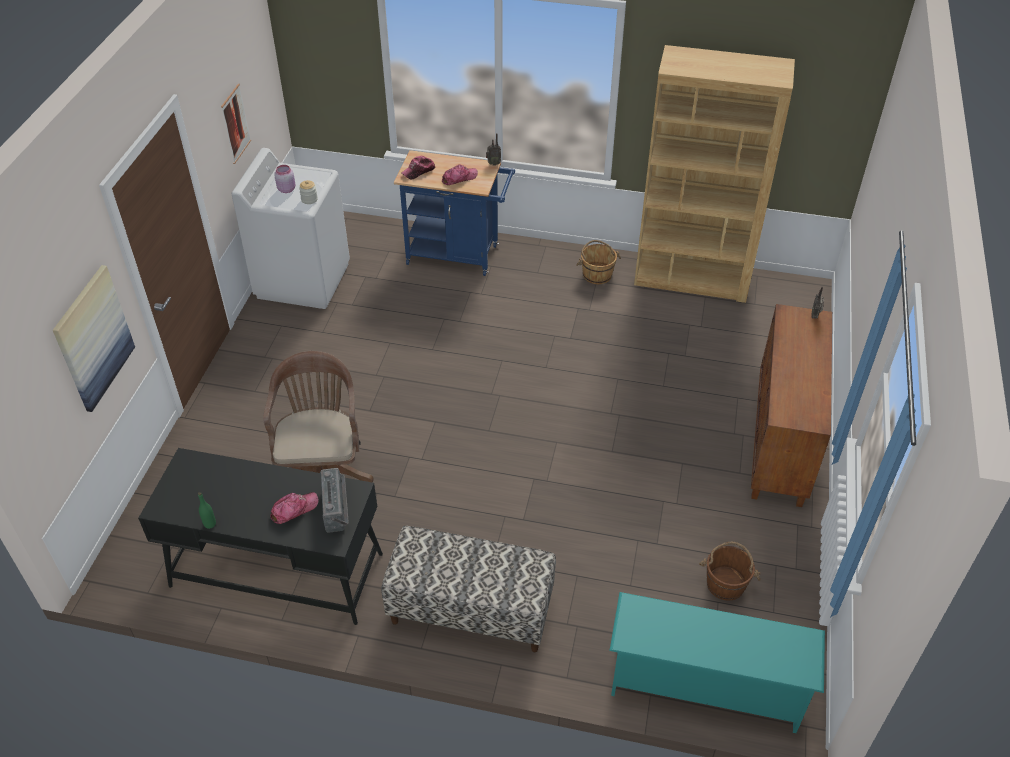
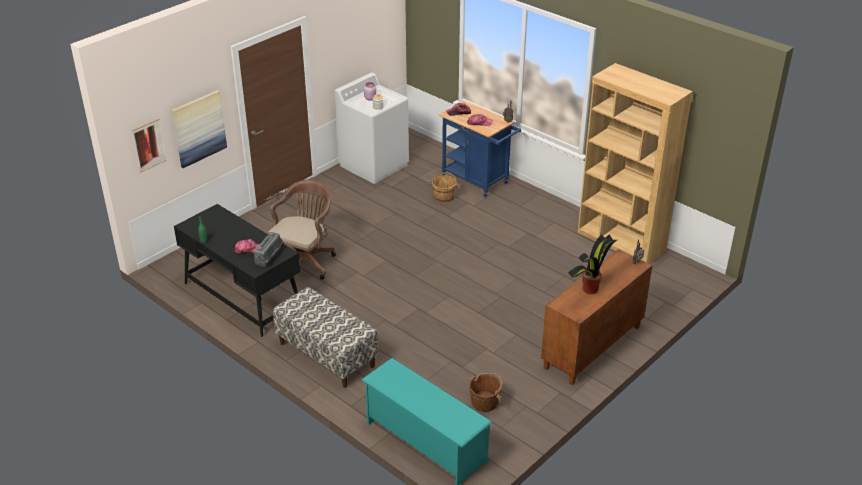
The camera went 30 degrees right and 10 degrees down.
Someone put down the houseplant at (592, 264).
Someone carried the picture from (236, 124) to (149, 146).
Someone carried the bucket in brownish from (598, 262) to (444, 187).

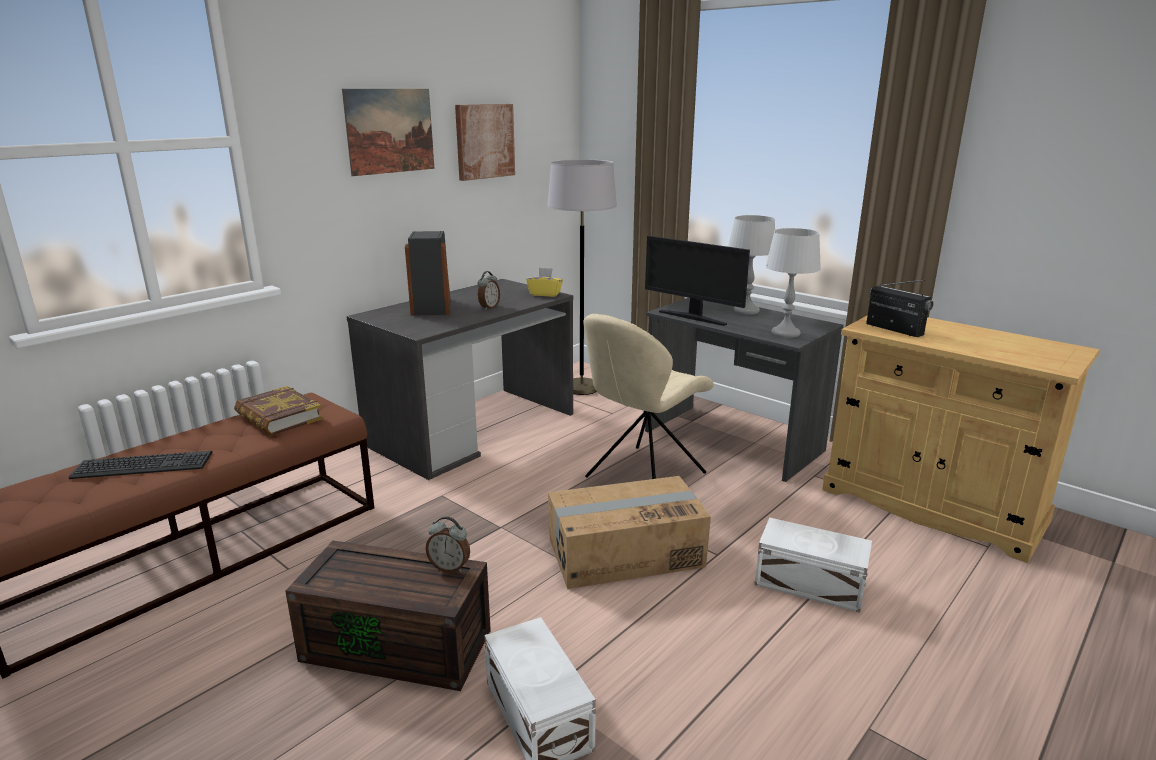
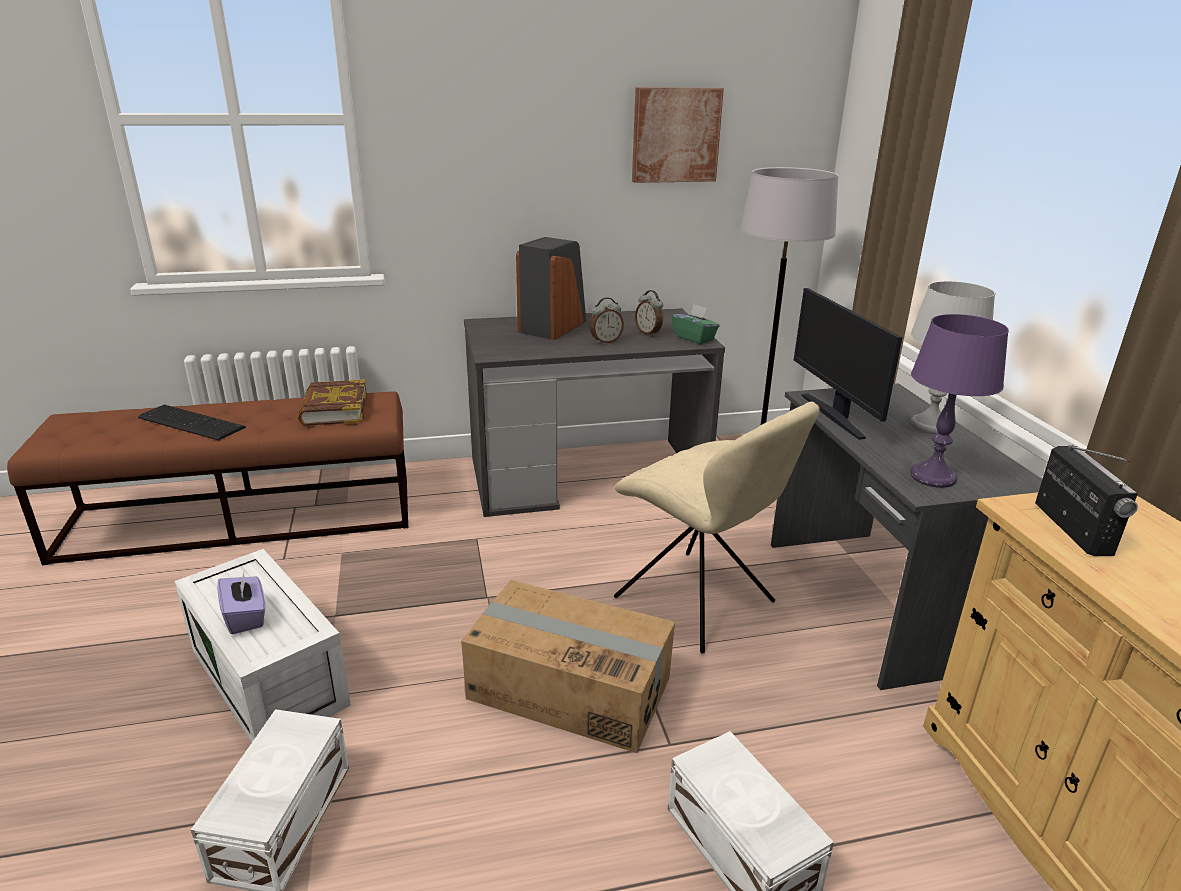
The camera went 35 degrees right and 5 degrees up.
Someone took away the picture at (388, 132).
Someone put down the box of tissues in purple at (241, 603).
Someone carried the bedside clock from (448, 544) to (649, 313).
Someone repainted the storage bin in brownish at (388, 616), which became the storage bin in white at (262, 646).
Someone repainted the box of tissues in yellowish at (544, 282), which became the box of tissues in green-coloured at (696, 324).
Someone repainted the lamp for a table in grey at (793, 283), which became the lamp for a table in purple at (959, 401).
Someone rotated the upright chair in sand-coloured at (648, 396) by 120 degrees counterclockwise.

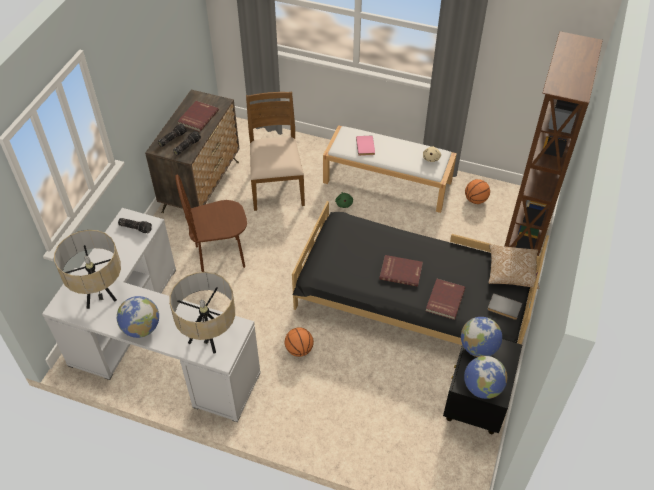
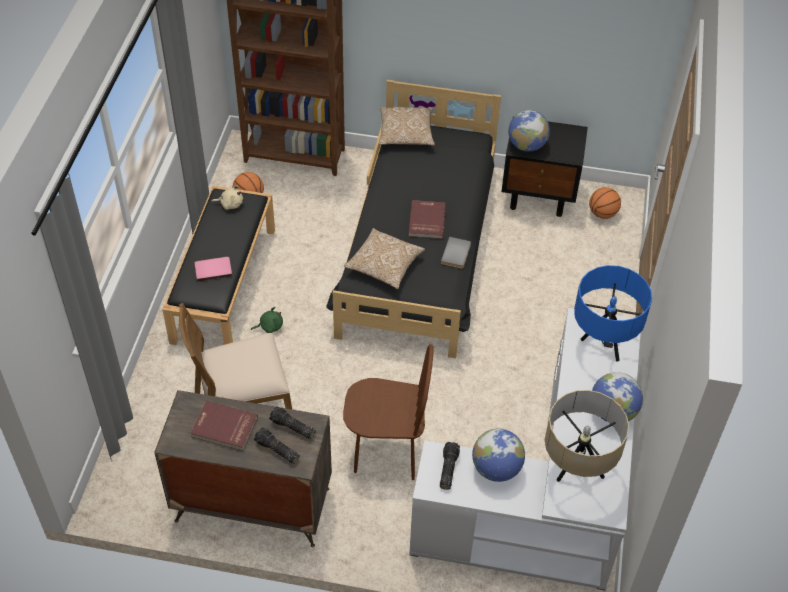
The camera went 100 degrees left and 0 degrees up.
Someone took away the book in red at (445, 299).
Someone put down the throw pillow at (384, 258).
Someone carried the basketball from (299, 342) to (605, 203).
Someone carried the desk globe from (485, 377) to (498, 455).
Someone carried the book in grey from (504, 306) to (456, 253).
Someone repainted the lamp for a table in sand-coloured at (202, 312), which became the lamp for a table in blue-coloured at (613, 313).
Someone repainted the long seat in white at (390, 169), which became the long seat in black-coloured at (218, 265).
Someone rotated the upright chair in brownish at (211, 223) by 60 degrees counterclockwise.

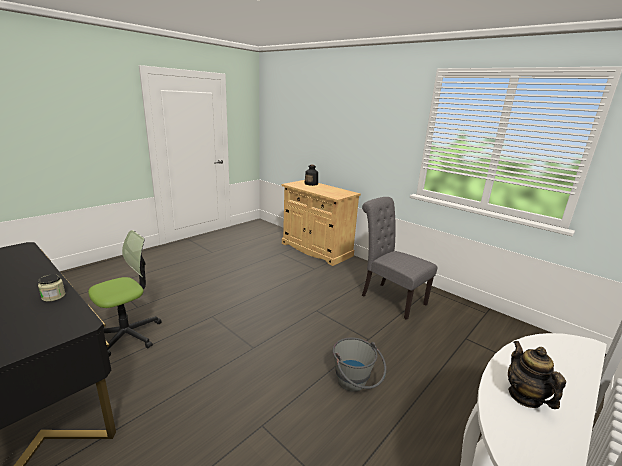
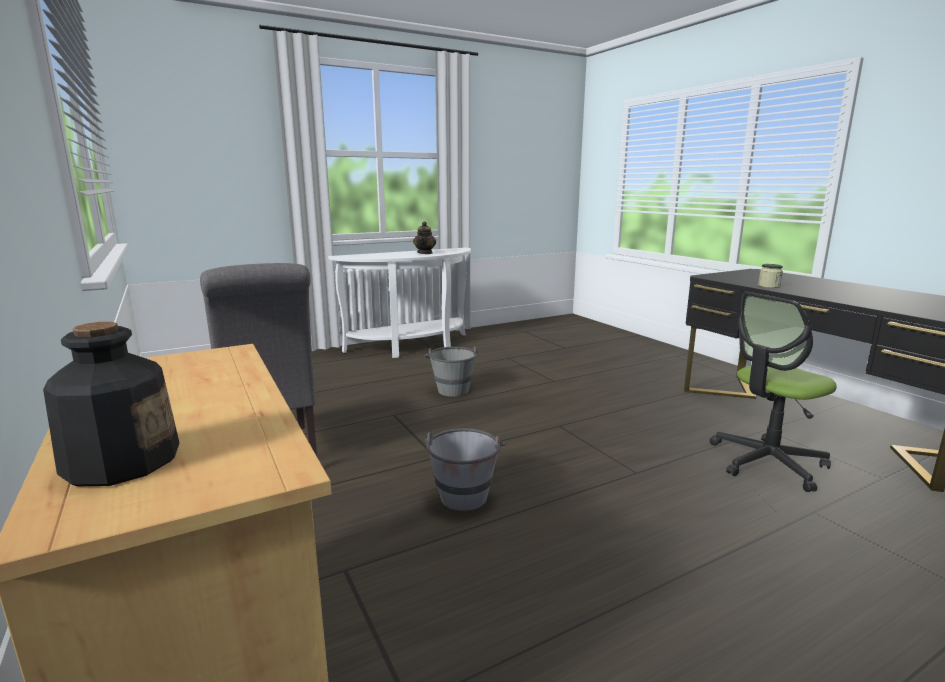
The camera went 160 degrees left and 5 degrees down.
Someone put down the bucket in grey at (465, 469).

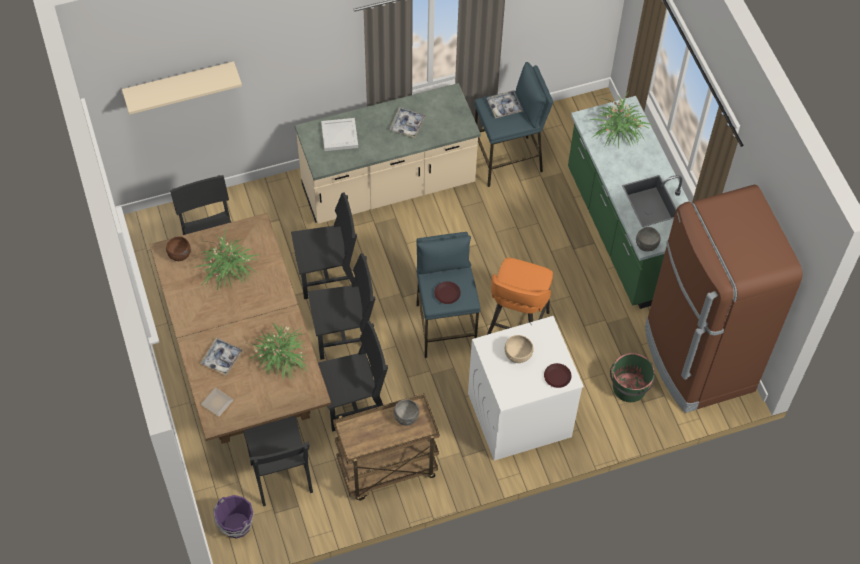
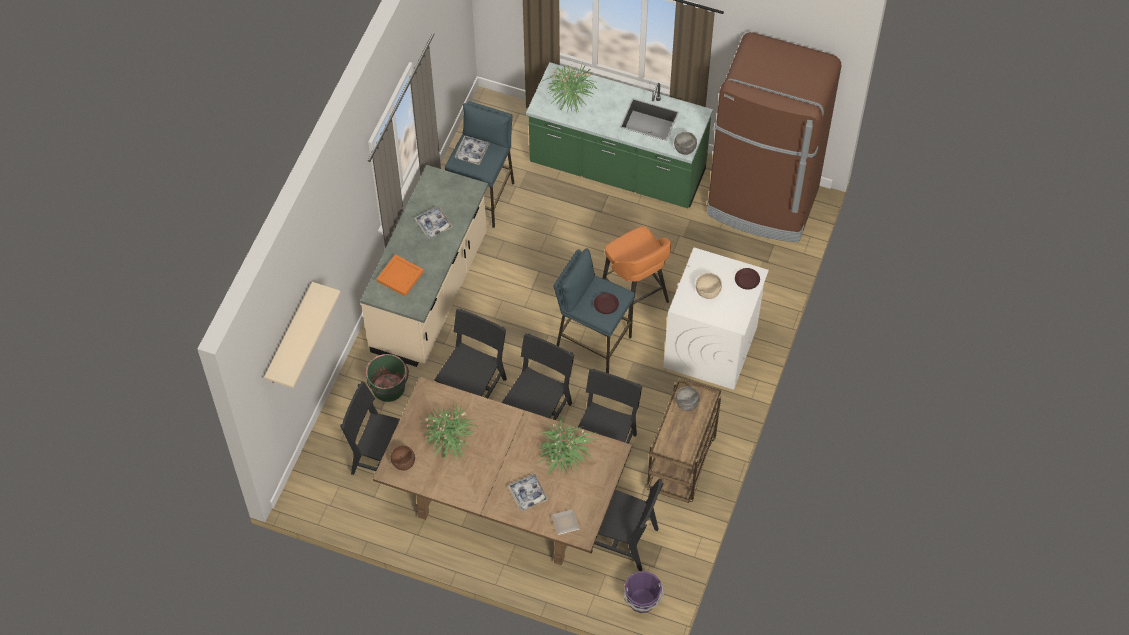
The camera went 50 degrees left and 0 degrees up.
Someone carried the bucket in green-coloured from (632, 377) to (387, 378).
Someone repainted the carrying tray in white at (339, 134), which became the carrying tray in orangey at (400, 275).

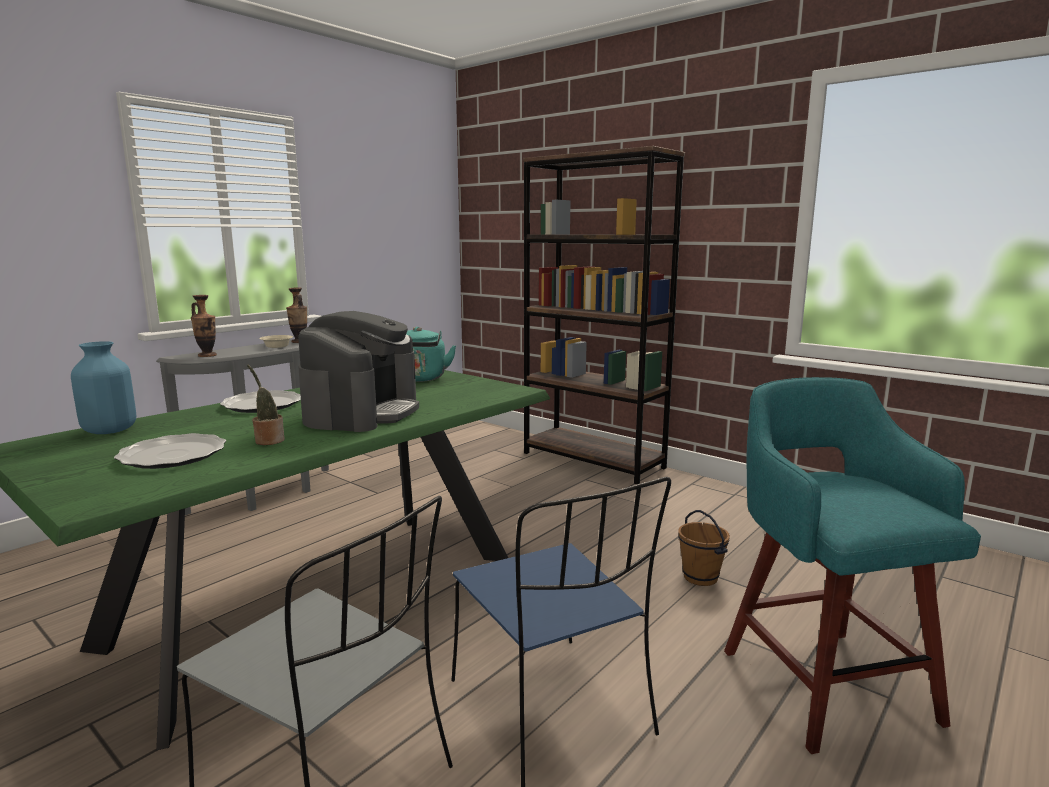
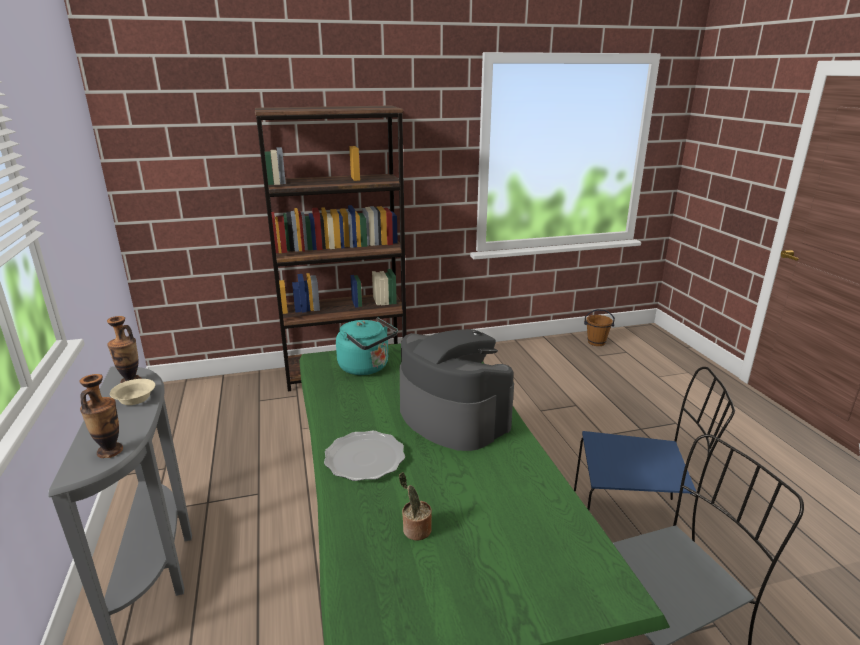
The camera went 55 degrees left and 10 degrees up.
Someone took away the vase in blue-coloured at (103, 387).
Someone took away the dinner plate at (170, 451).
Someone took away the sitting stool in turquoise at (852, 565).
Someone carried the houseplant from (266, 405) to (415, 506).
Someone carried the bucket in brownish from (704, 548) to (599, 327).

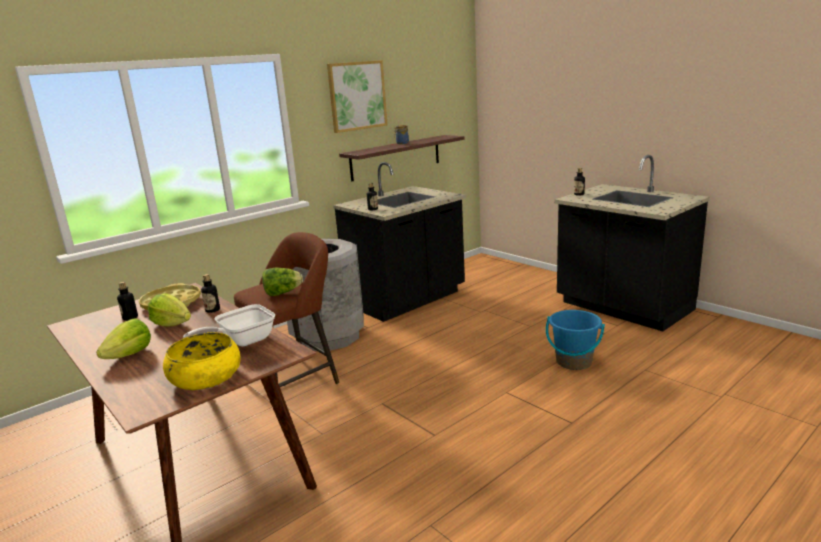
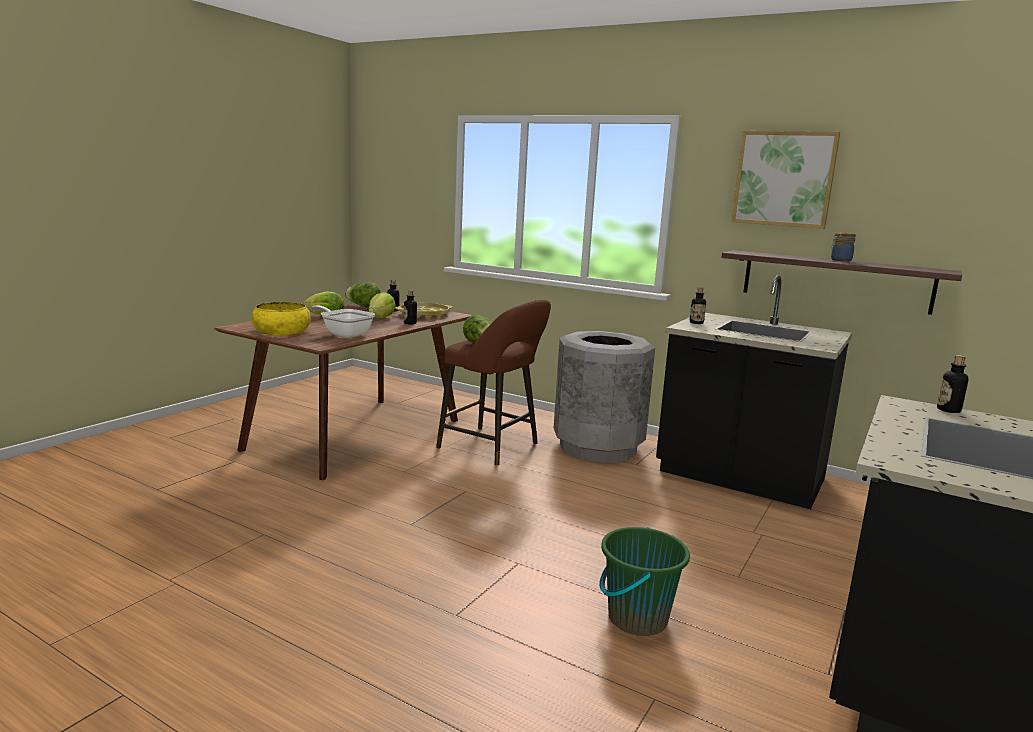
The camera went 70 degrees right and 5 degrees down.
Someone put down the lettuce head at (363, 294).
Someone repainted the bucket in blue-coloured at (575, 340), which became the bucket in green-coloured at (644, 581).

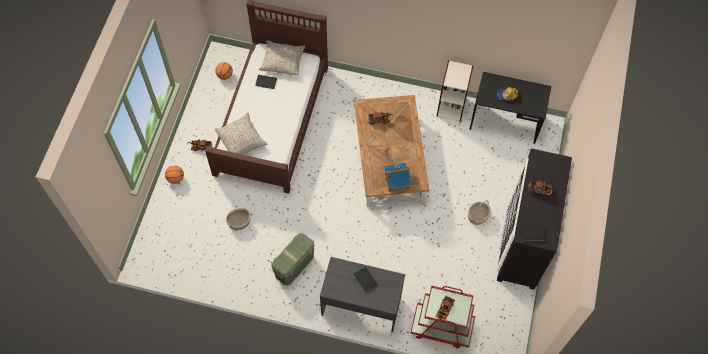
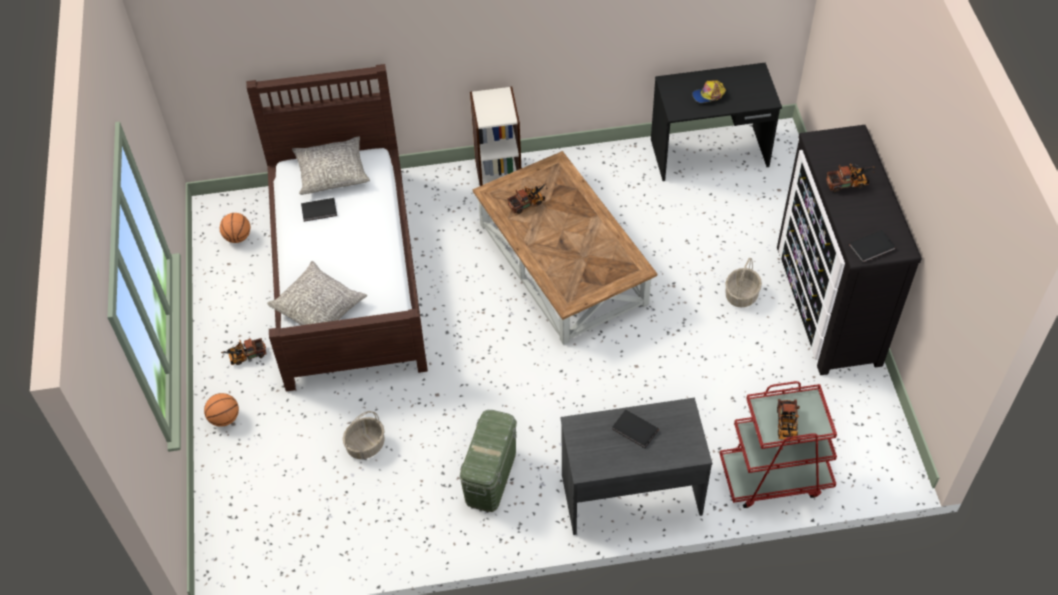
The camera went 20 degrees left and 10 degrees down.
Someone took away the model house at (397, 177).
Someone carried the bookcase from (454, 91) to (495, 136).

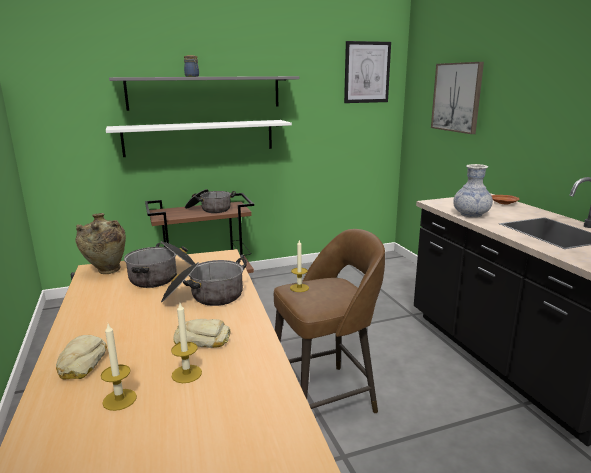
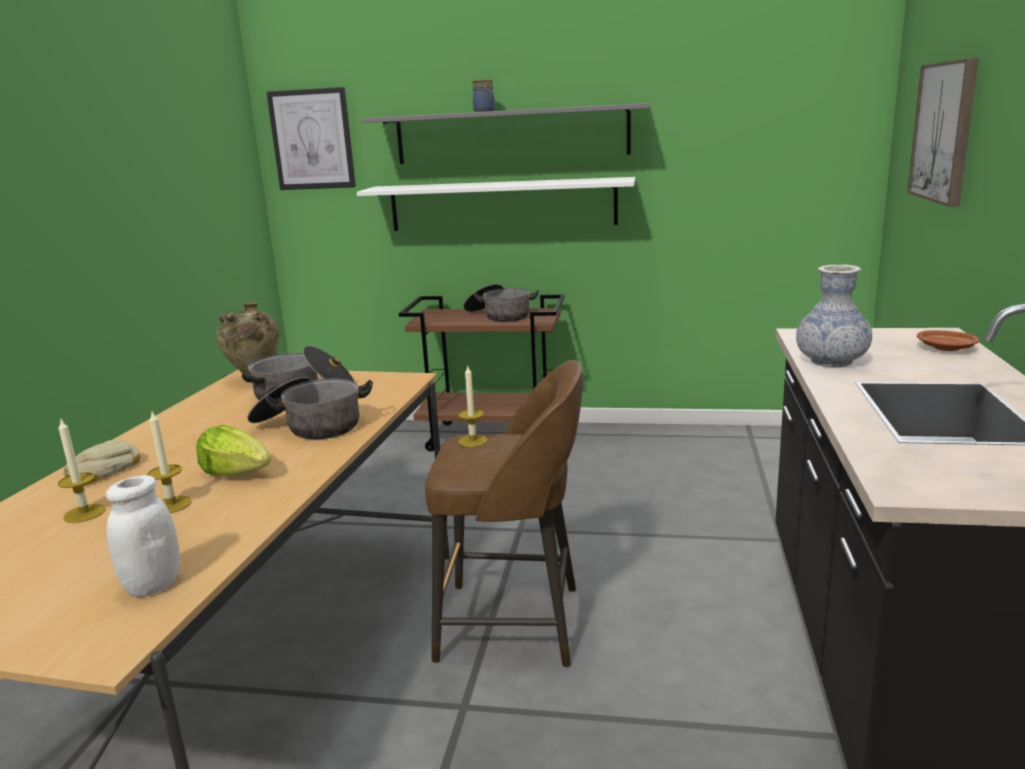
The camera went 30 degrees right and 0 degrees up.
Someone put down the storage jar in white at (143, 536).
Someone carried the picture from (367, 72) to (311, 138).
Someone swapped the baked bread at (201, 333) for the lettuce head at (233, 450).

